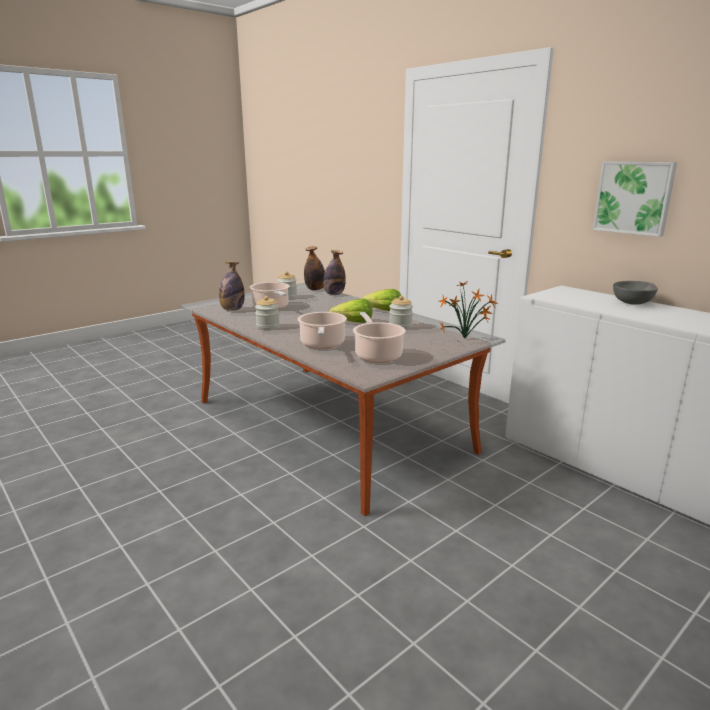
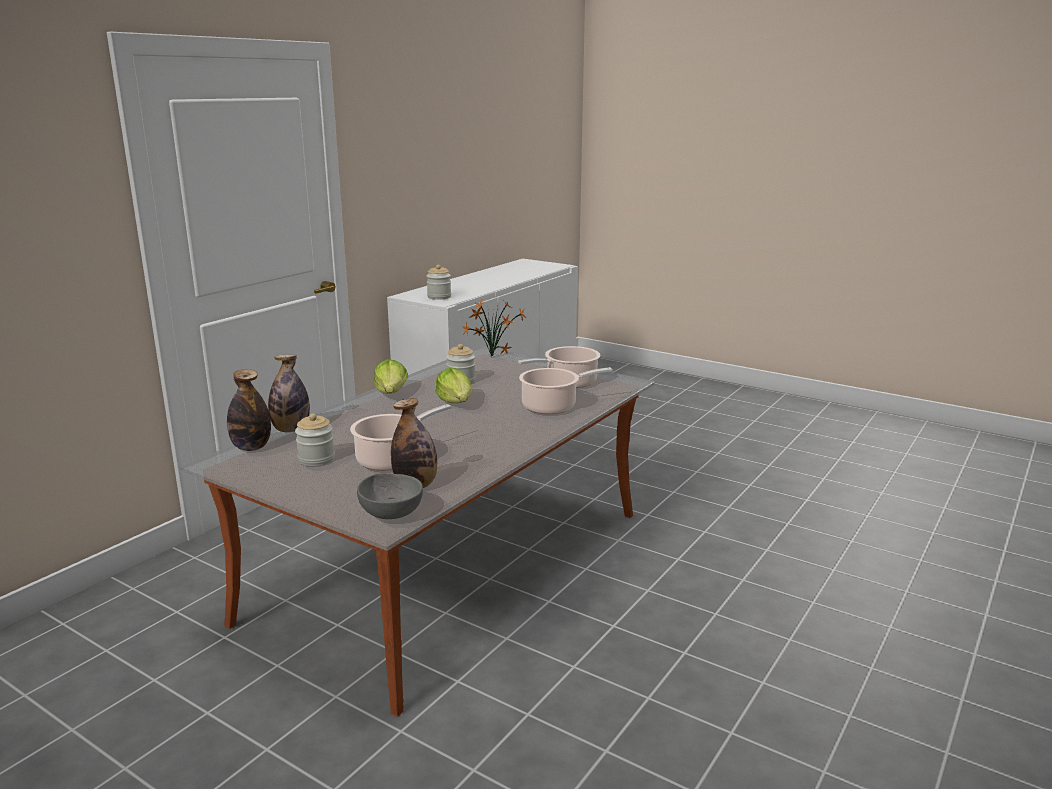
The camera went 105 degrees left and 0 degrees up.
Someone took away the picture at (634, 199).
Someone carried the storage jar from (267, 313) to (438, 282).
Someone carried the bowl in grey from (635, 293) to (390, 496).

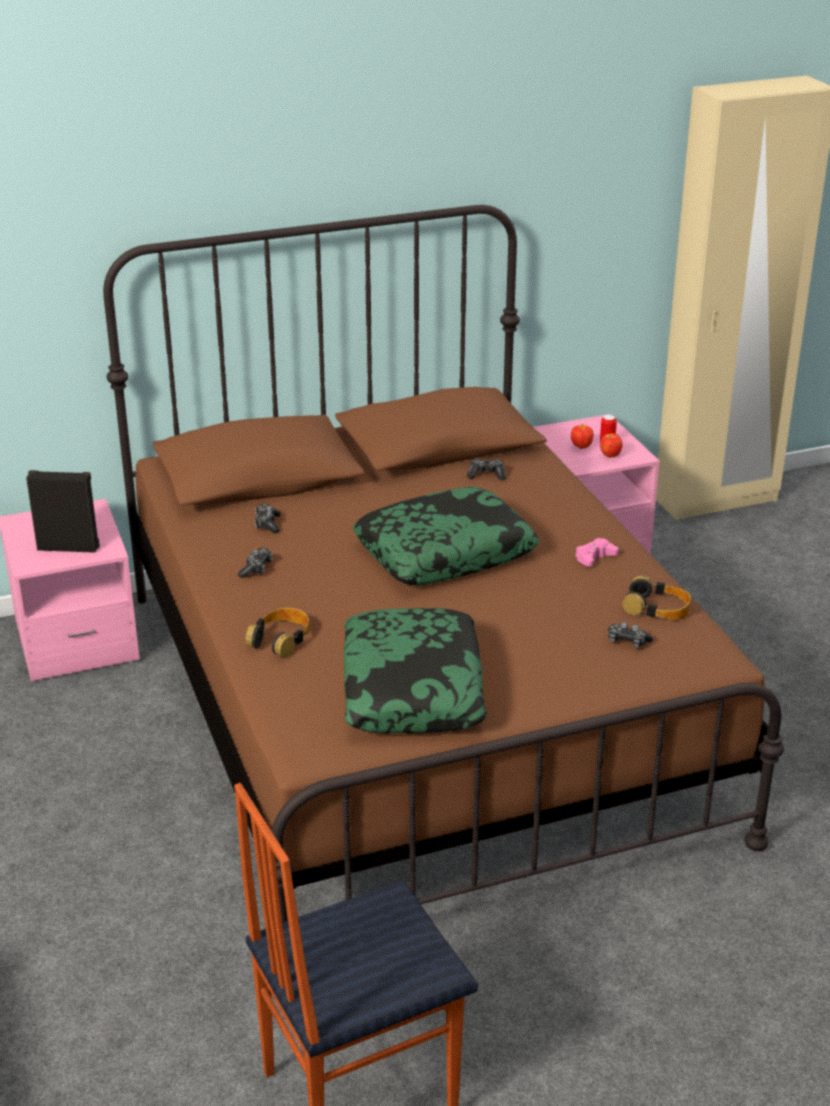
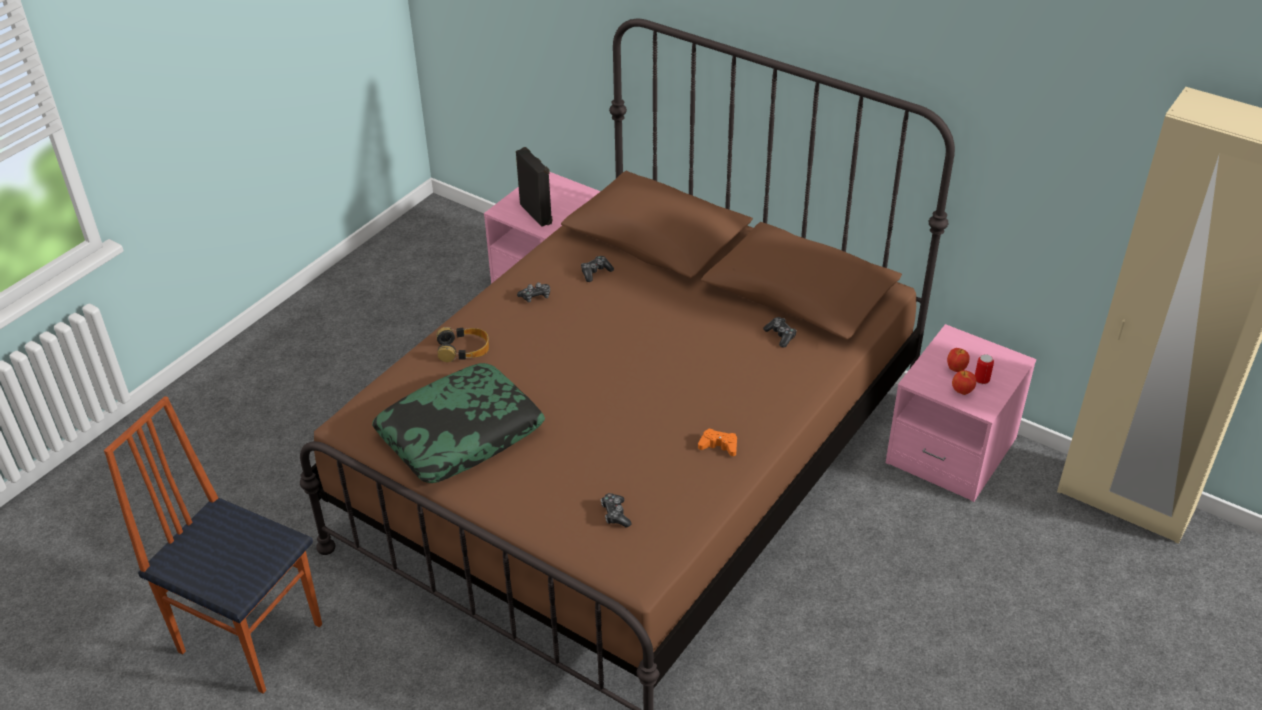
The camera went 55 degrees right and 10 degrees up.
Someone took away the throw pillow at (446, 535).
Someone took away the pair of headphones at (656, 598).
Someone repainted the joypad in pink at (597, 552), which became the joypad in orangey at (717, 442).

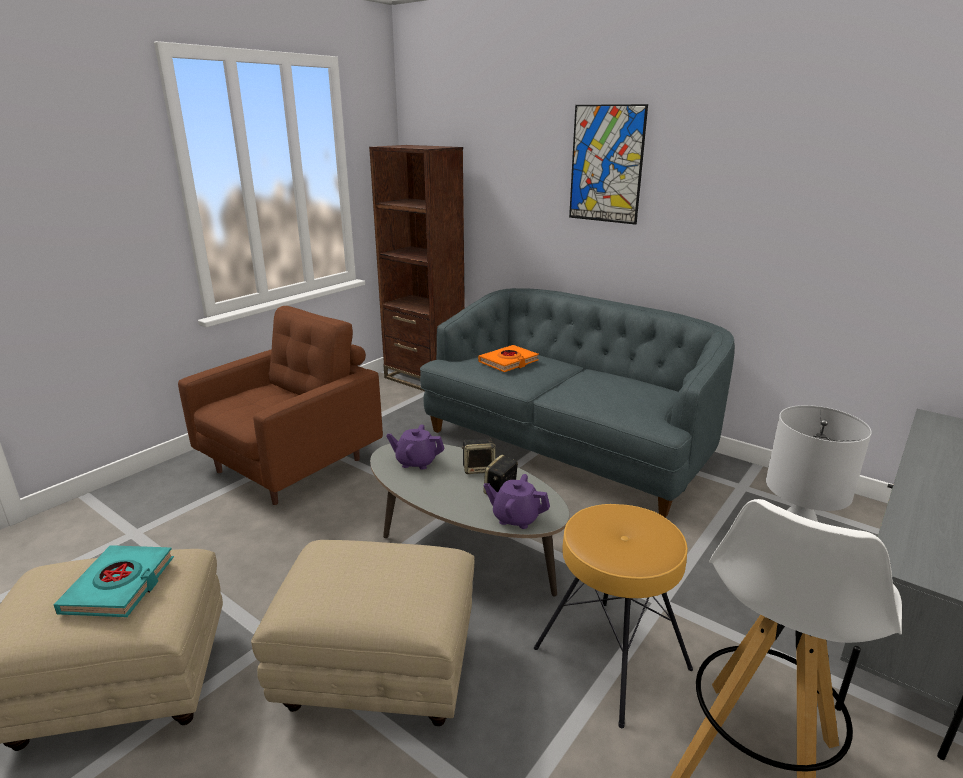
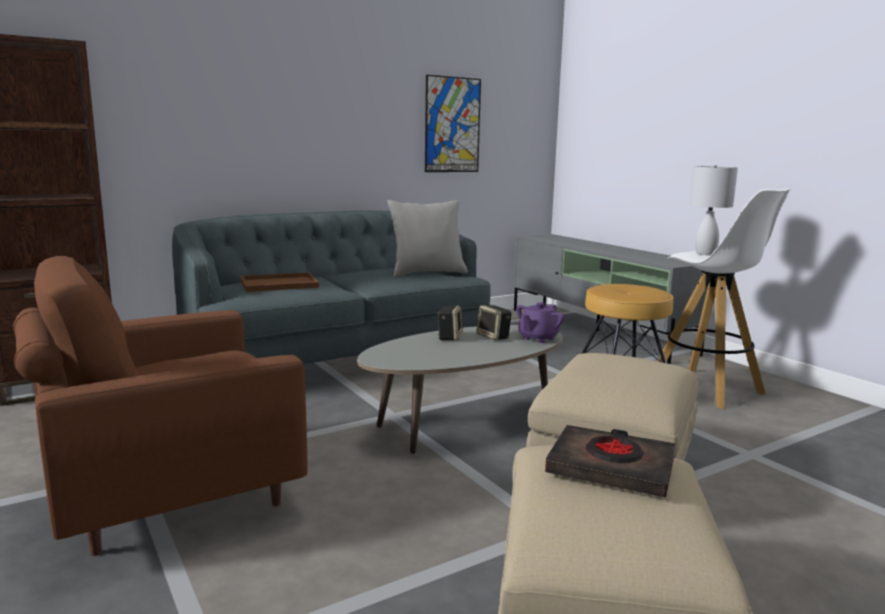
The camera went 70 degrees left and 10 degrees down.
Someone took away the pot for tea in purple at (415, 447).
Someone put down the throw pillow in grey at (428, 238).
Someone carried the picture from (608, 164) to (453, 123).
Someone swapped the book in orangey at (508, 358) for the carrying tray in brownish at (280, 282).
Someone repainted the book in turquoise at (113, 581), which became the book in black-coloured at (610, 461).
Someone rotated the armchair in brownish at (280, 405) by 90 degrees counterclockwise.

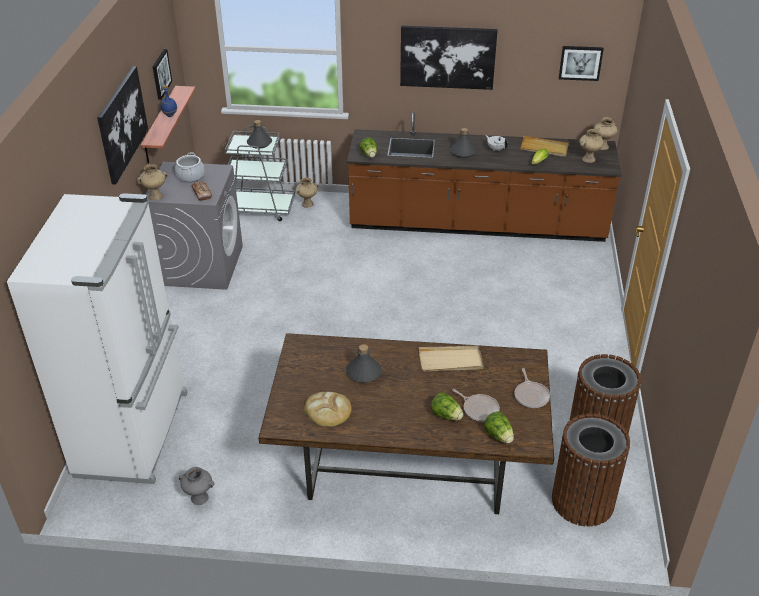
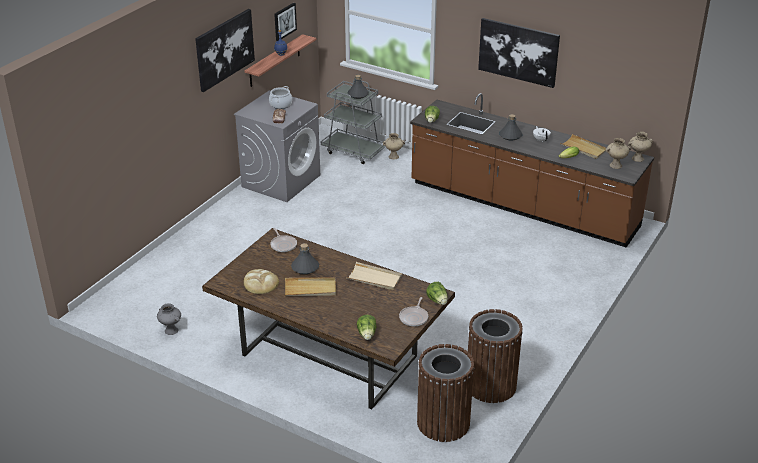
The camera went 25 degrees right and 5 degrees down.
Someone took away the kitchen fridge in white at (97, 338).
Someone took away the vase in sand-coloured at (152, 182).
Someone took away the picture at (581, 63).
Someone put down the carrying tray in sand-coloured at (310, 286).
Someone carried the lettuce head from (447, 406) to (437, 293).
Someone carried the skillet from (476, 405) to (283, 240).

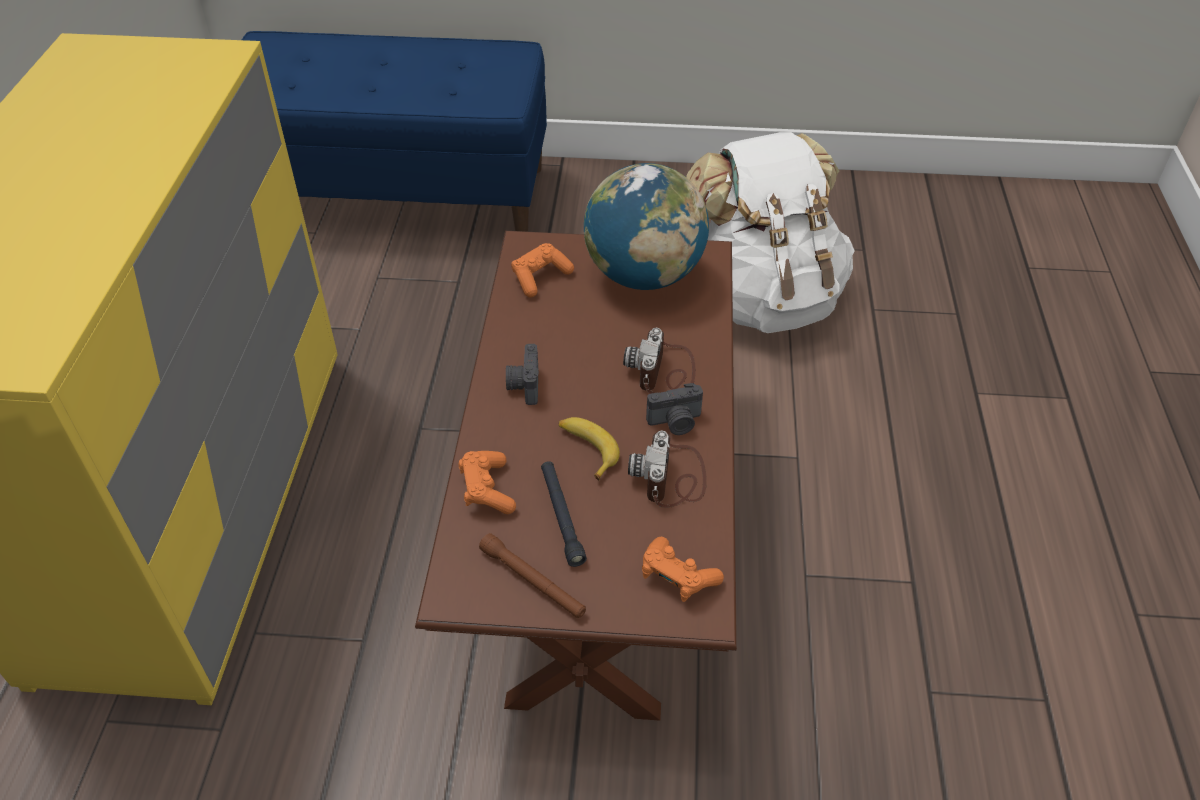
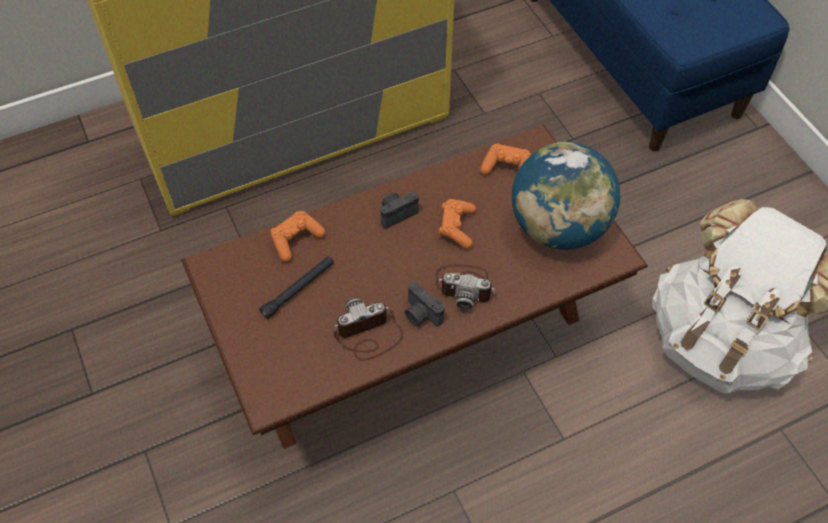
The camera went 60 degrees right and 10 degrees up.
Someone took away the flashlight in brownish at (532, 575).
Someone took away the banana at (589, 449).
Someone carried the joypad in orangey from (683, 569) to (457, 224).
Someone rotated the still camera at (659, 361) by 150 degrees counterclockwise.

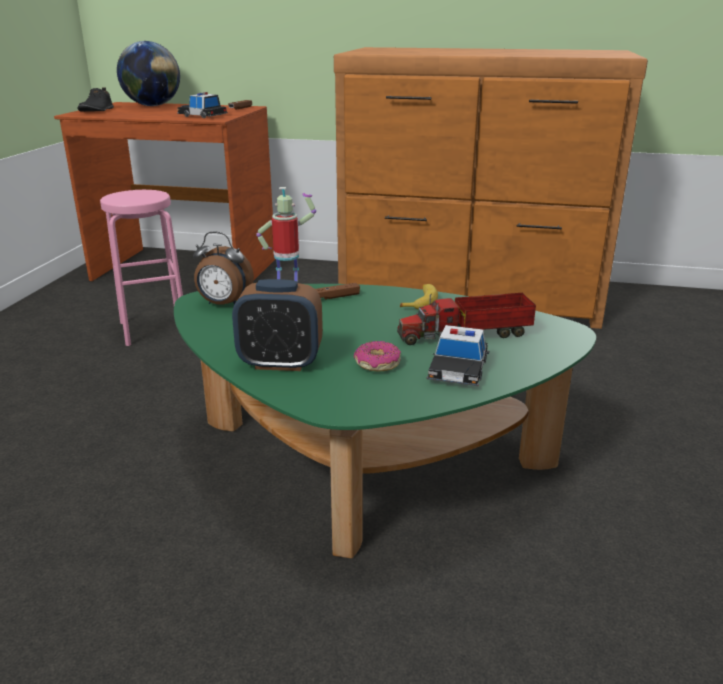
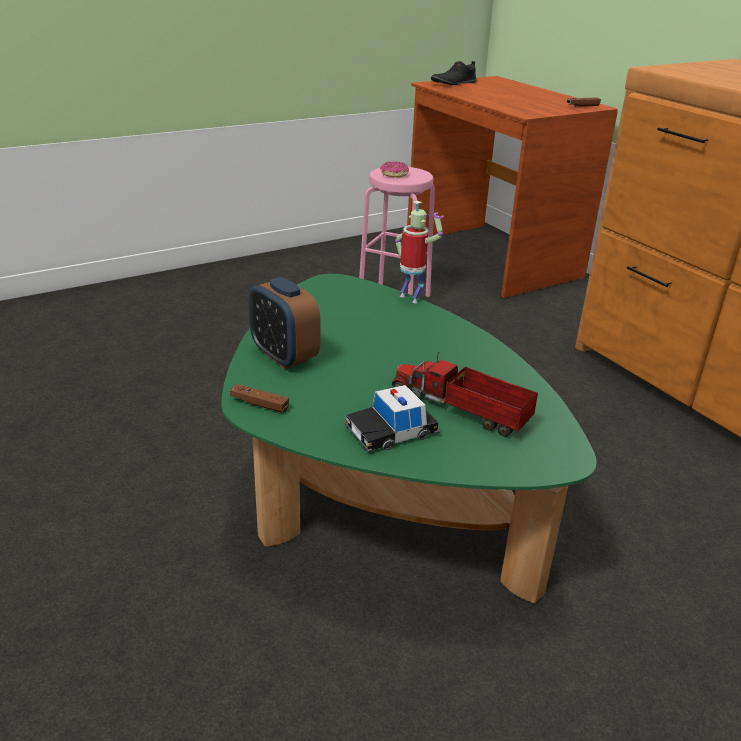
The camera went 45 degrees right and 5 degrees up.
Someone took away the desk globe at (148, 73).
Someone took away the miniature car at (202, 105).
Someone took away the bedside clock at (223, 268).
Someone took away the banana at (419, 297).
Someone carried the joypad in brownish from (337, 291) to (259, 398).
Someone carried the doughnut from (377, 356) to (394, 169).

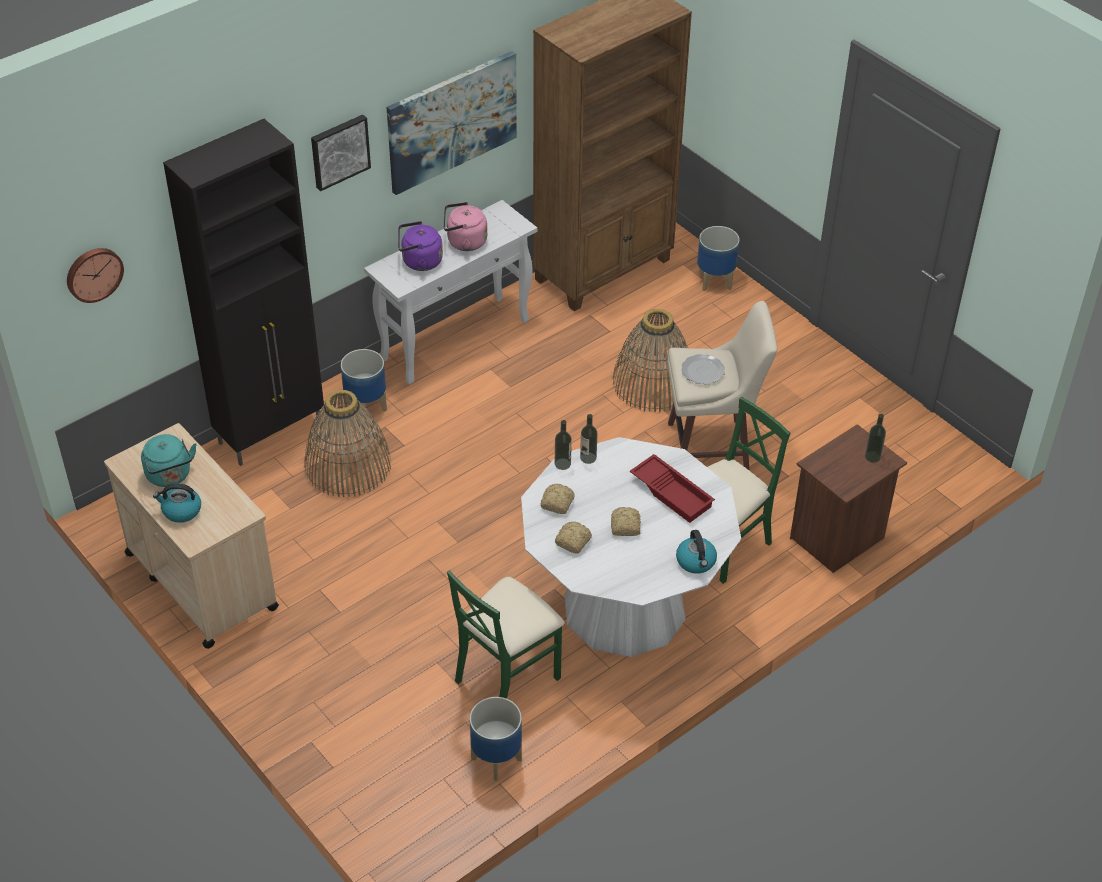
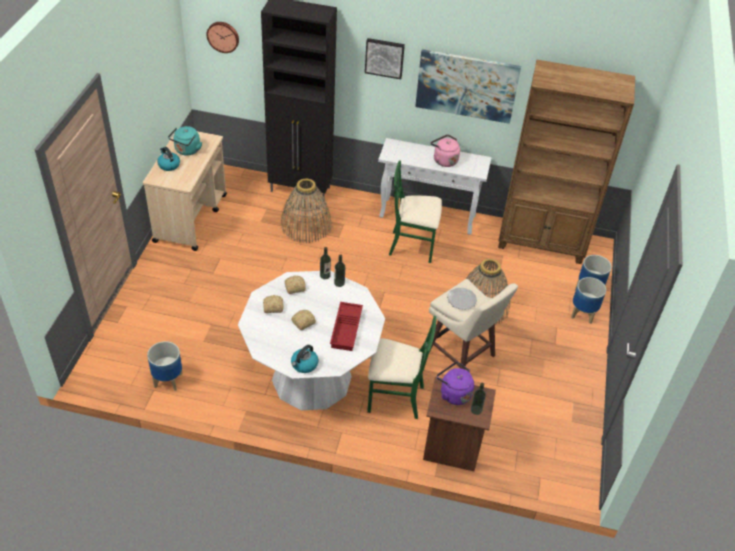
The camera went 50 degrees right and 0 degrees up.
Someone carried the plant pot from (364, 384) to (588, 300).
Someone carried the water kettle in purple from (420, 246) to (455, 383).
Someone carried the upright chair in green-coloured from (506, 634) to (415, 211).

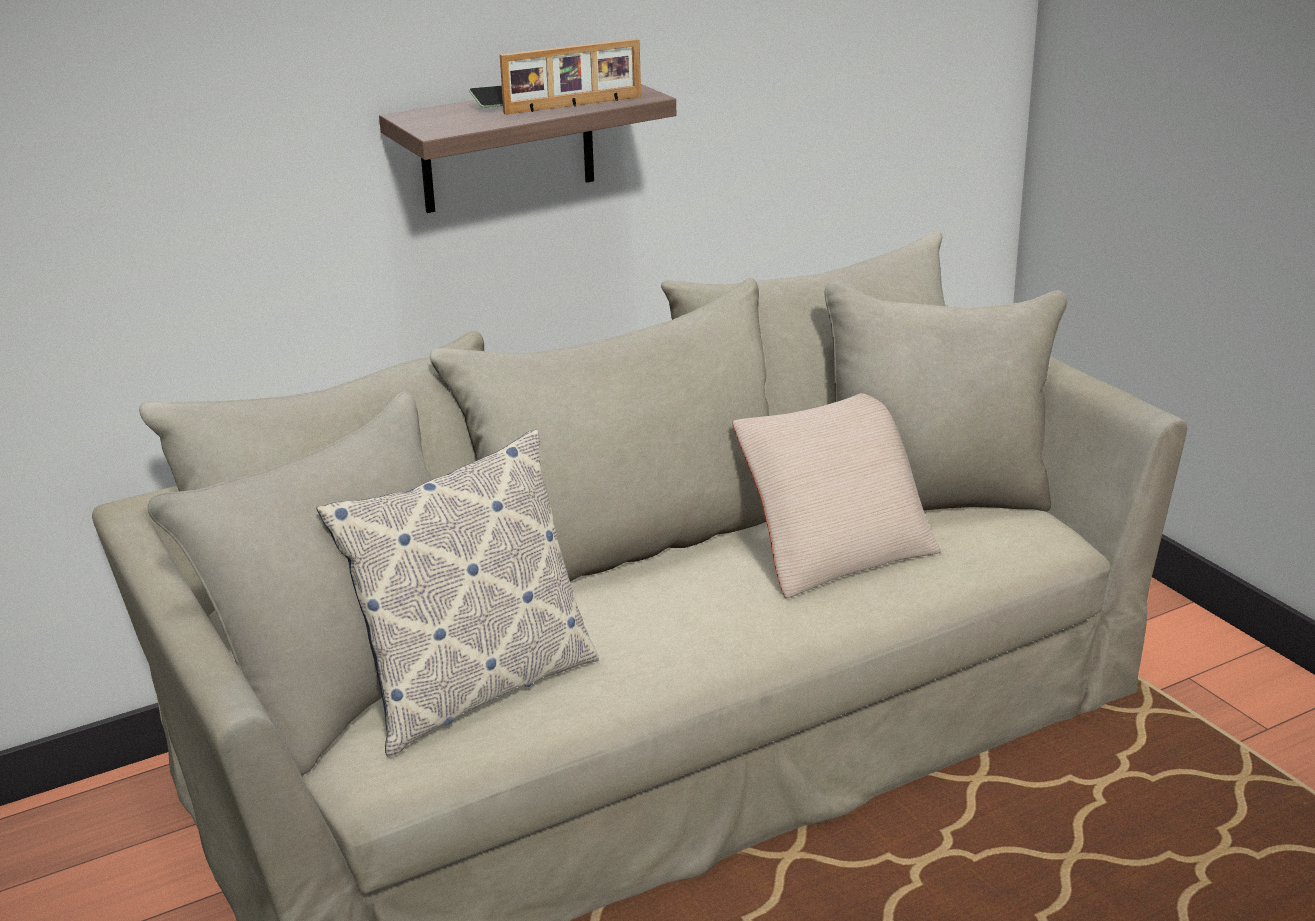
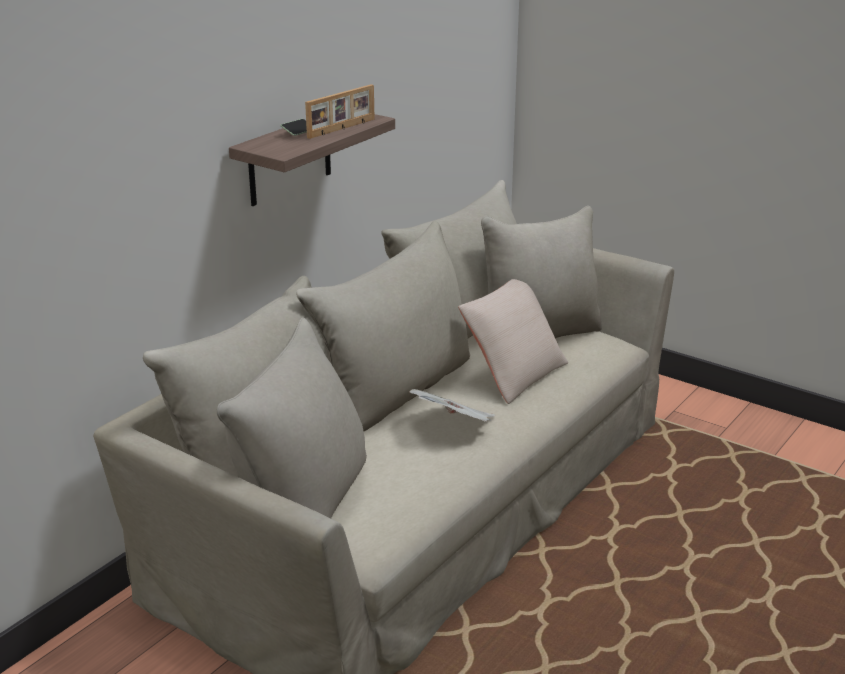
The camera went 25 degrees left and 0 degrees up.
Someone took away the throw pillow at (457, 593).
Someone put down the newspaper at (452, 405).

